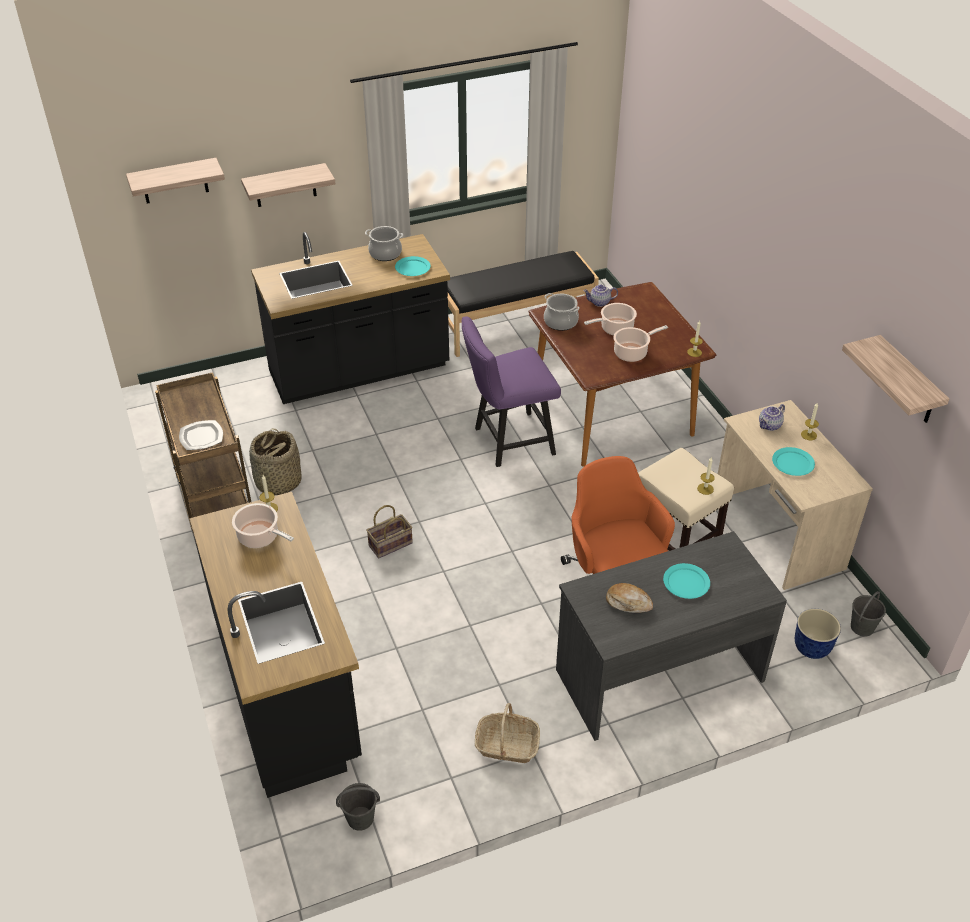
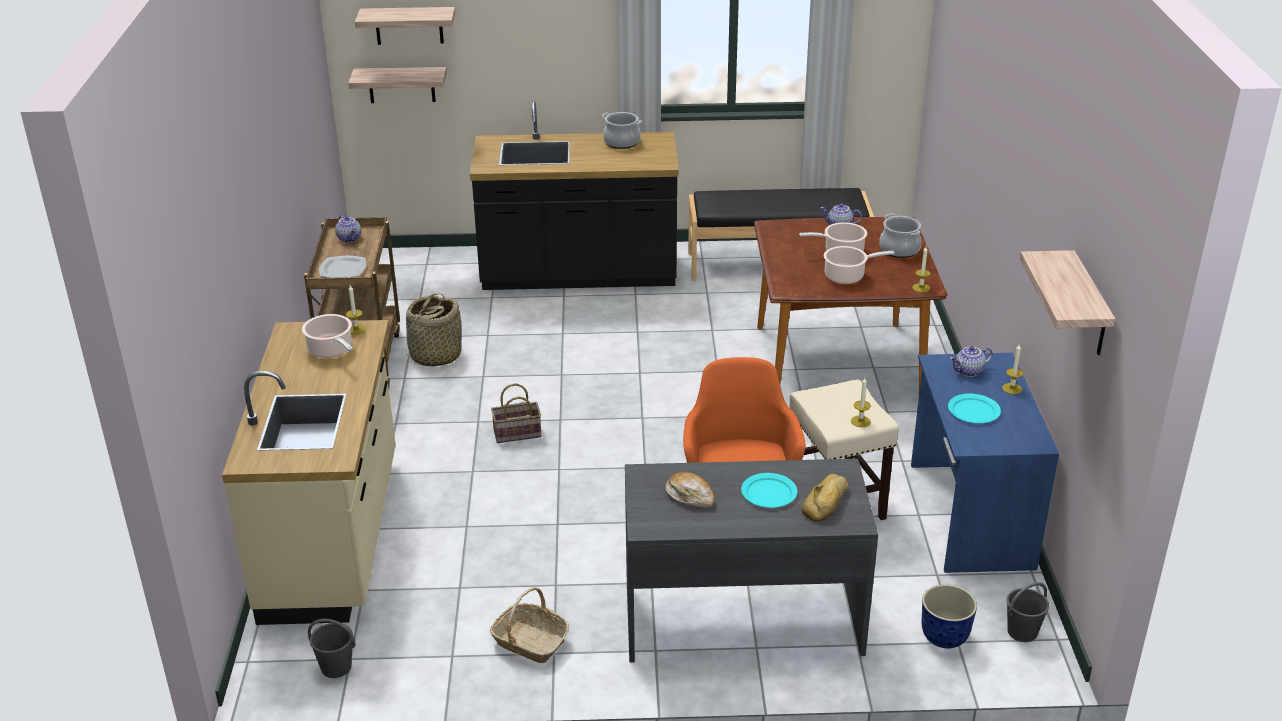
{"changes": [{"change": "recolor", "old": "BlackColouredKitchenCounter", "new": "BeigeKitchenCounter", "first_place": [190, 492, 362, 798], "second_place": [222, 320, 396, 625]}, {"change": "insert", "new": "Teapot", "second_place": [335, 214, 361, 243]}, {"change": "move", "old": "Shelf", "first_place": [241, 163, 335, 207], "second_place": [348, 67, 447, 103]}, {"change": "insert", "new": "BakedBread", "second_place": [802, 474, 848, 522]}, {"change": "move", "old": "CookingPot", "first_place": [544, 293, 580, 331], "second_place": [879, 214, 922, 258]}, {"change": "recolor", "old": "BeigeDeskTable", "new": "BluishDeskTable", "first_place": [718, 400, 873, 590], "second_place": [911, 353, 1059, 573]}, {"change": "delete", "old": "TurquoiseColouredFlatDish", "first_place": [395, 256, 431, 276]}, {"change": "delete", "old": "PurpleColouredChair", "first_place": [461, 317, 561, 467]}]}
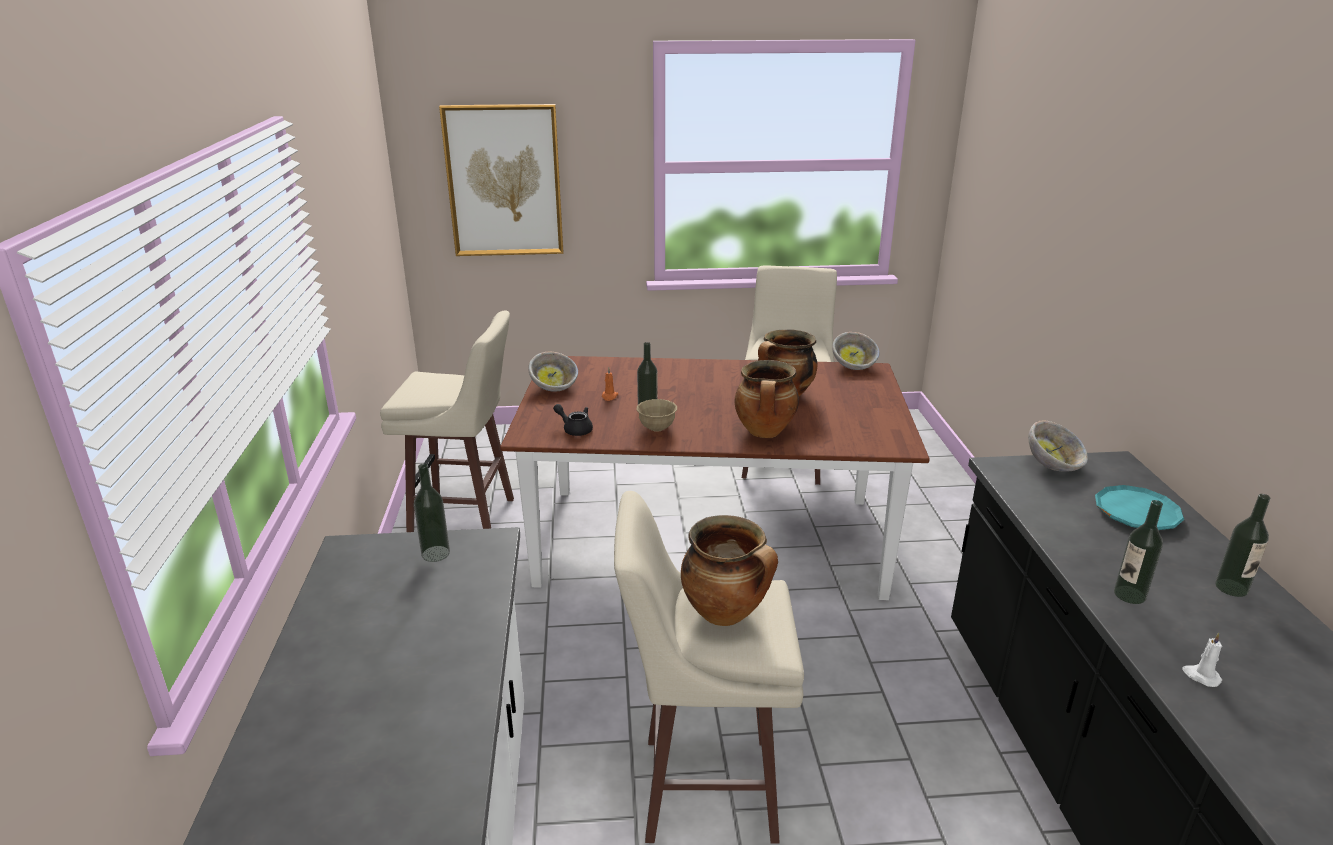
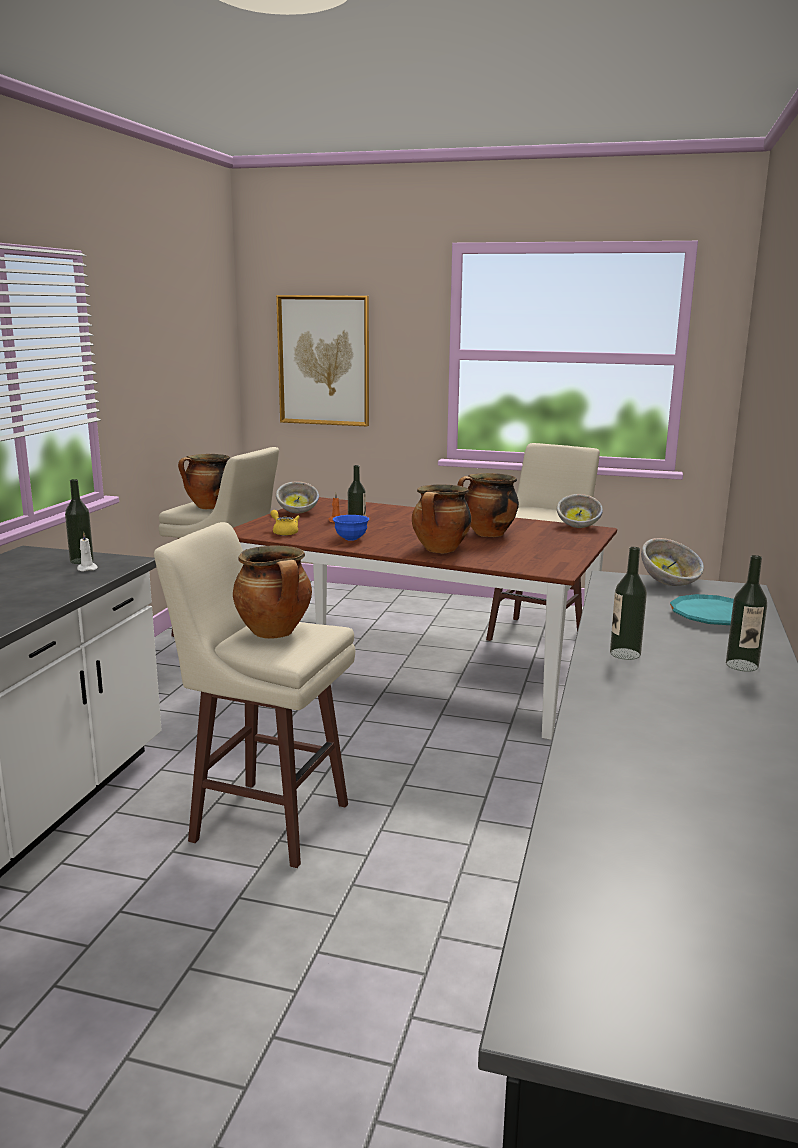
{"changes": [{"change": "move", "old": "WhitishWaxCandle", "first_place": [1182, 633, 1222, 687], "second_place": [77, 532, 98, 571]}, {"change": "insert", "new": "CookingPot", "second_place": [178, 454, 230, 509]}, {"change": "recolor", "old": "BlackColouredTeapot", "new": "YellowTeapot", "first_place": [553, 404, 593, 436], "second_place": [271, 510, 299, 536]}, {"change": "recolor", "old": "BeigeServingBowl", "new": "BluishServingBowl", "first_place": [636, 399, 677, 432], "second_place": [333, 515, 369, 541]}]}
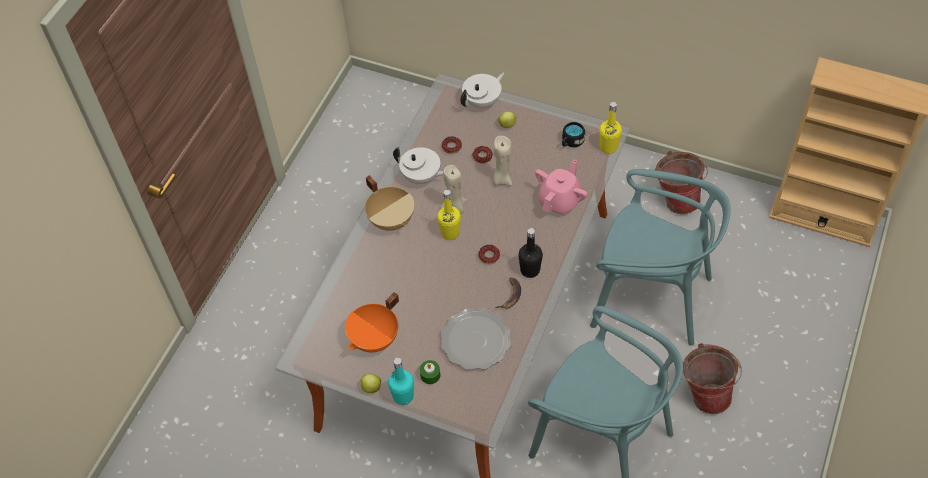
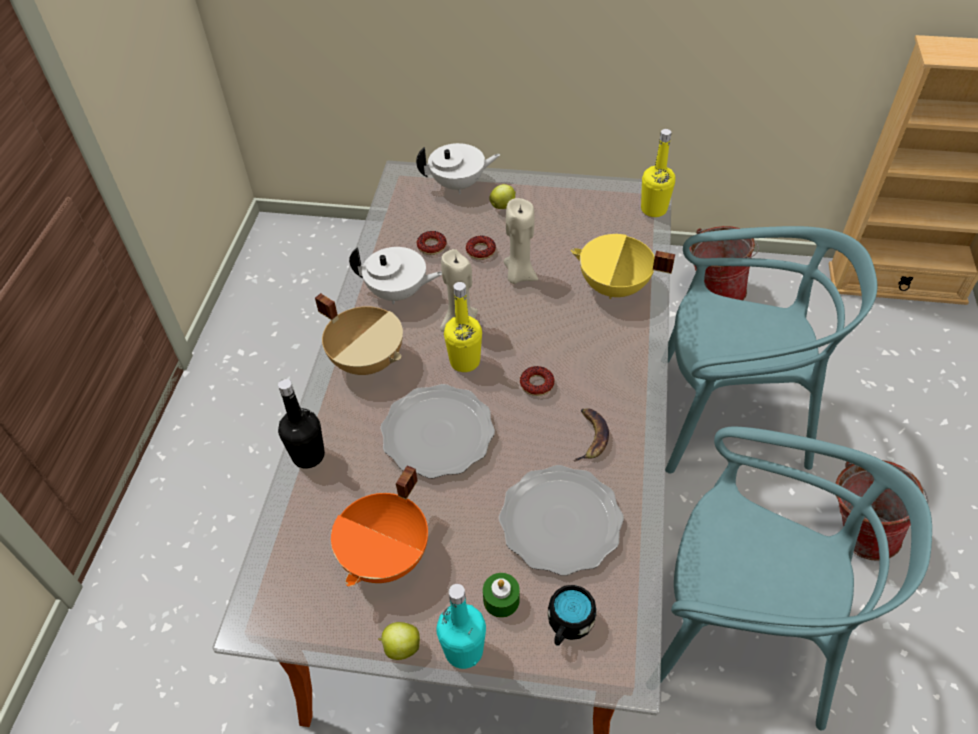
{"changes": [{"change": "move", "old": "BlackColouredBottle", "first_place": [518, 228, 543, 278], "second_place": [278, 379, 325, 469]}, {"change": "insert", "new": "FlatDish", "second_place": [380, 384, 495, 478]}, {"change": "rotate", "old": "WhitishTeapot", "first_place": [460, 72, 505, 108], "second_place": [416, 143, 500, 194], "degrees": 45}, {"change": "move", "old": "BlackColouredMug", "first_place": [562, 122, 585, 147], "second_place": [547, 585, 597, 646]}, {"change": "replace", "old": "PinkishTeapot", "new": "YellowCookingPot", "first_place": [535, 160, 588, 215], "second_place": [571, 234, 675, 299]}]}
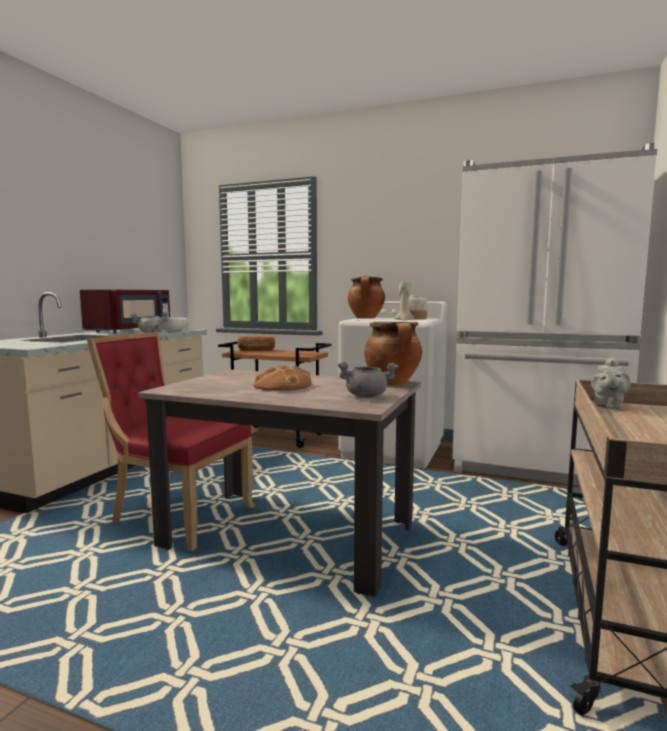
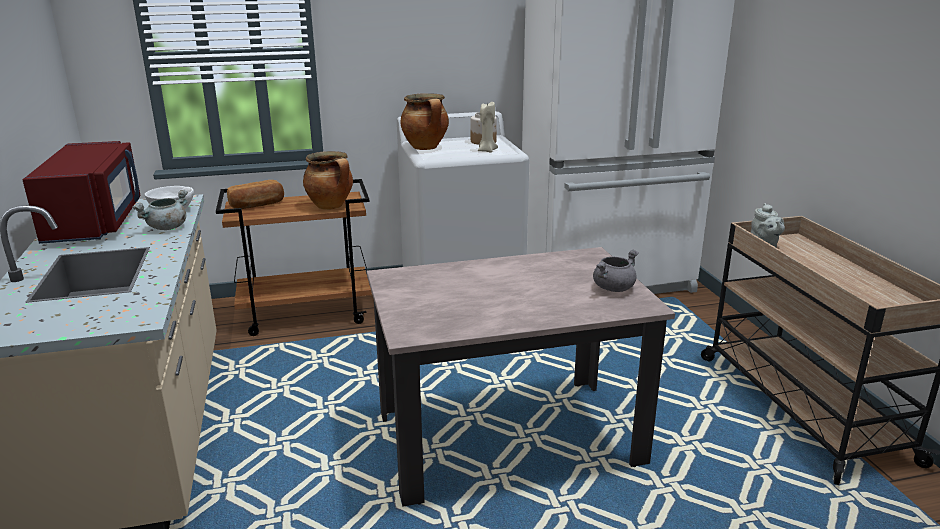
{"changes": [{"change": "move", "old": "CookingPot", "first_place": [364, 322, 422, 385], "second_place": [303, 151, 353, 210]}, {"change": "delete", "old": "ReddishChair", "first_place": [87, 332, 255, 551]}, {"change": "delete", "old": "BakedBread", "first_place": [253, 365, 312, 391]}]}
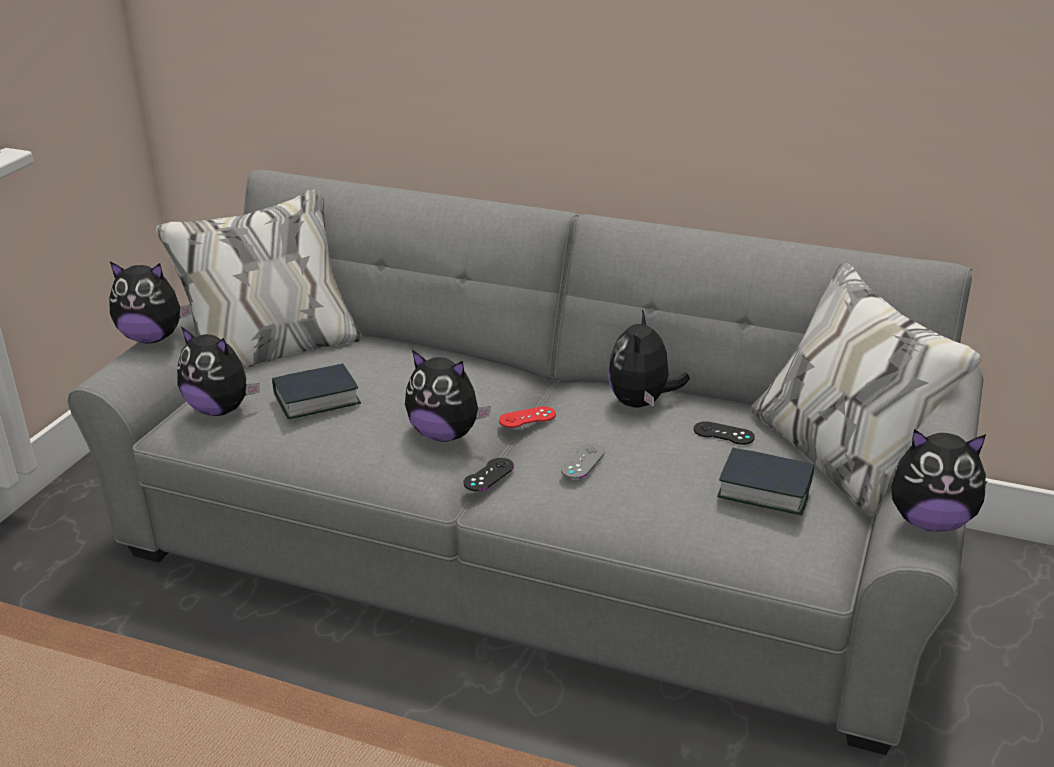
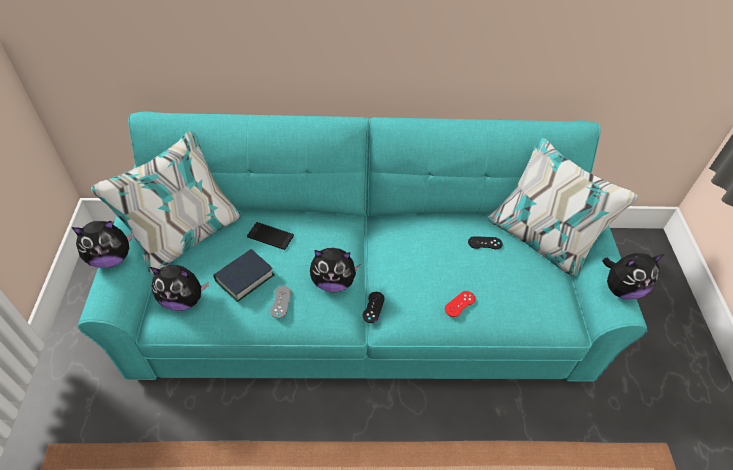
{"changes": [{"change": "recolor", "old": "GreySettee", "new": "TurquoiseColouredSettee", "first_place": [68, 170, 984, 755], "second_place": [78, 112, 647, 381]}, {"change": "insert", "new": "Telephone", "second_place": [247, 222, 294, 250]}, {"change": "move", "old": "GreyGamepad", "first_place": [561, 443, 605, 479], "second_place": [270, 286, 291, 318]}, {"change": "move", "old": "ReddishGamepad", "first_place": [499, 406, 556, 428], "second_place": [445, 291, 475, 317]}, {"change": "delete", "old": "CuddlyToy", "first_place": [608, 309, 690, 408]}, {"change": "delete", "old": "Book", "first_place": [717, 448, 814, 515]}]}
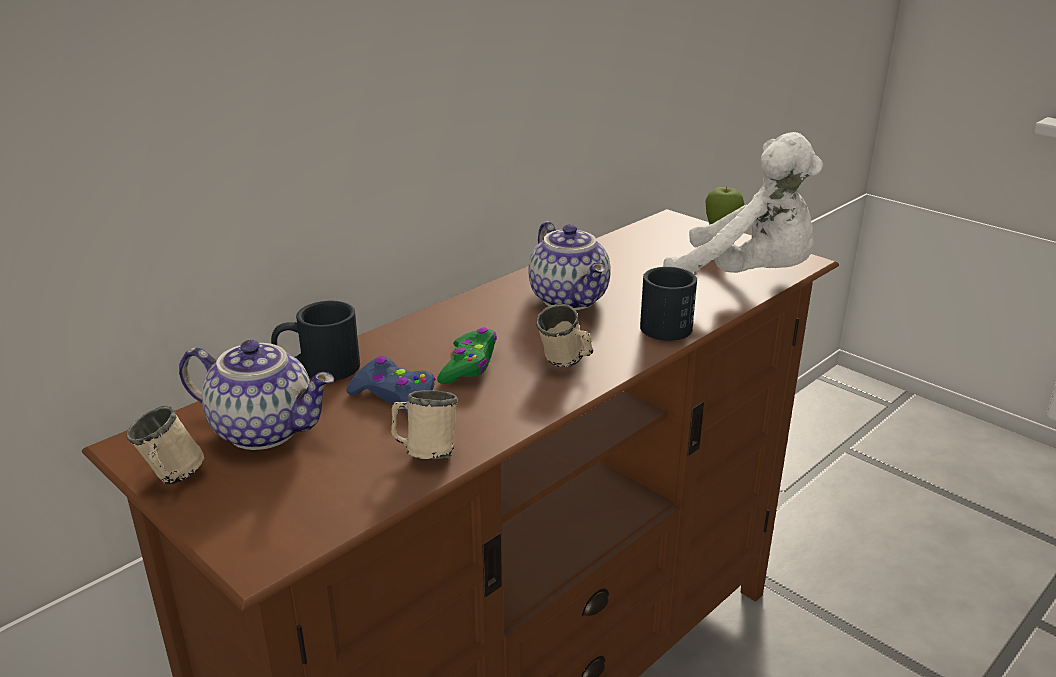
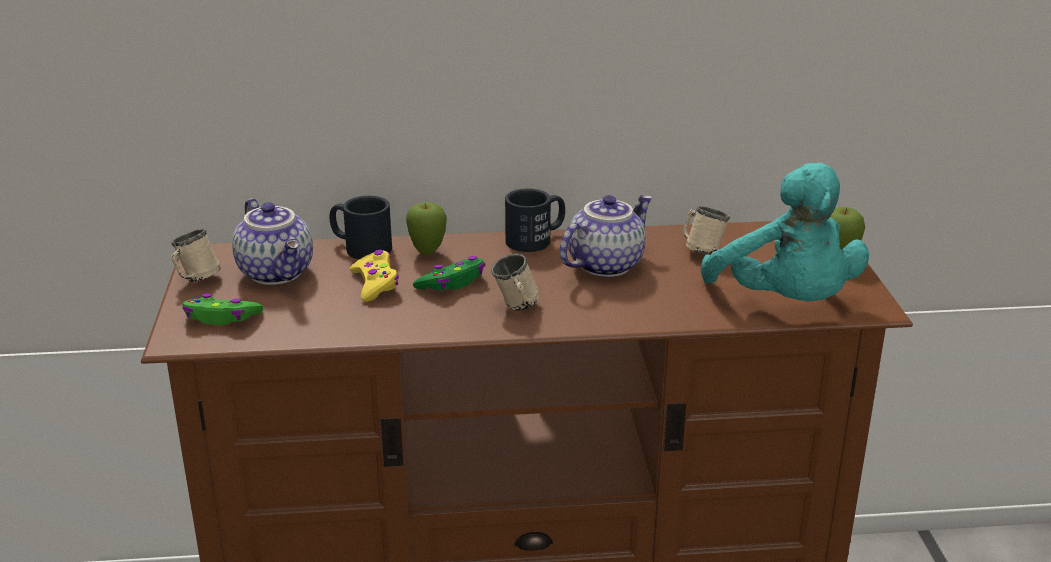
{"changes": [{"change": "insert", "new": "GreenishGamepad", "second_place": [182, 293, 263, 325]}, {"change": "recolor", "old": "BluishGamepad", "new": "YellowGamepad", "first_place": [346, 356, 436, 415], "second_place": [350, 250, 399, 302]}, {"change": "insert", "new": "AppleFruit", "second_place": [406, 202, 447, 255]}, {"change": "move", "old": "BlackColouredMug", "first_place": [640, 267, 697, 341], "second_place": [505, 188, 565, 252]}, {"change": "rotate", "old": "Teapot", "first_place": [529, 221, 611, 310], "second_place": [560, 195, 653, 277], "degrees": -150}, {"change": "move", "old": "BeigeMug", "first_place": [391, 390, 458, 459], "second_place": [683, 206, 730, 255]}, {"change": "recolor", "old": "WhitishCuddlyToy", "new": "TurquoiseColouredCuddlyToy", "first_place": [663, 132, 823, 273], "second_place": [701, 163, 869, 302]}]}
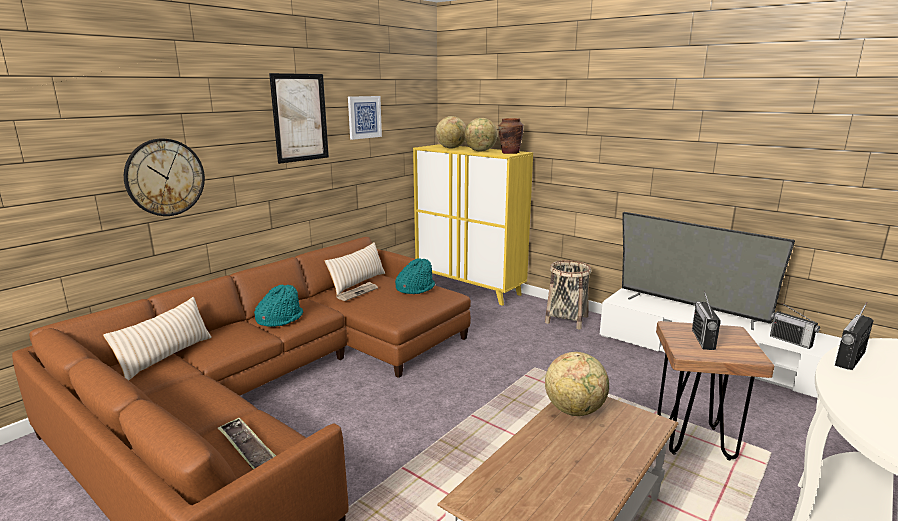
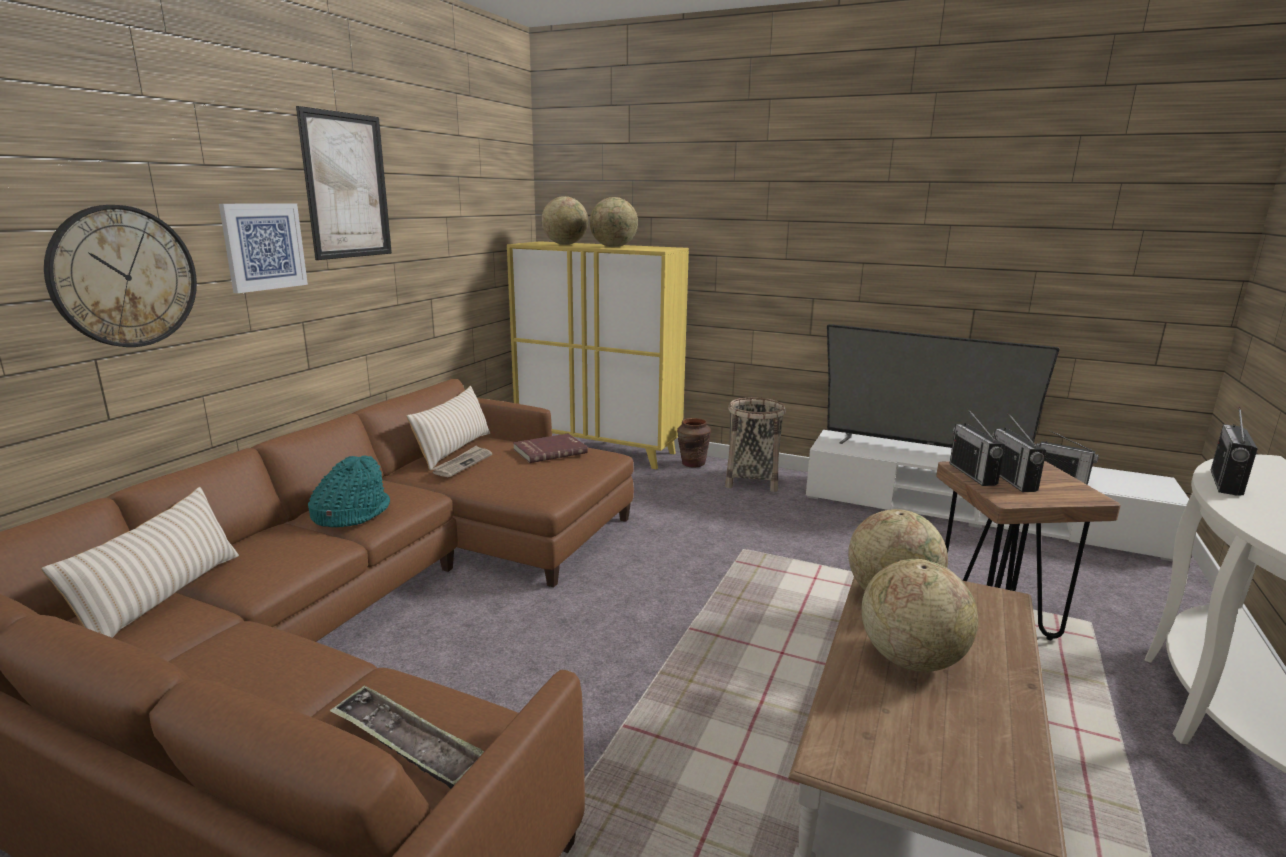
{"changes": [{"change": "move", "old": "Picture", "first_place": [348, 96, 382, 140], "second_place": [219, 203, 308, 293]}, {"change": "replace", "old": "TurquoiseColouredHat", "new": "ReddishBook", "first_place": [395, 258, 435, 294], "second_place": [513, 433, 588, 463]}, {"change": "move", "old": "BrownVase", "first_place": [499, 118, 524, 154], "second_place": [677, 418, 711, 467]}, {"change": "insert", "new": "DeskGlobe", "second_place": [861, 559, 978, 672]}, {"change": "insert", "new": "Radio", "second_place": [949, 408, 1005, 486]}]}
